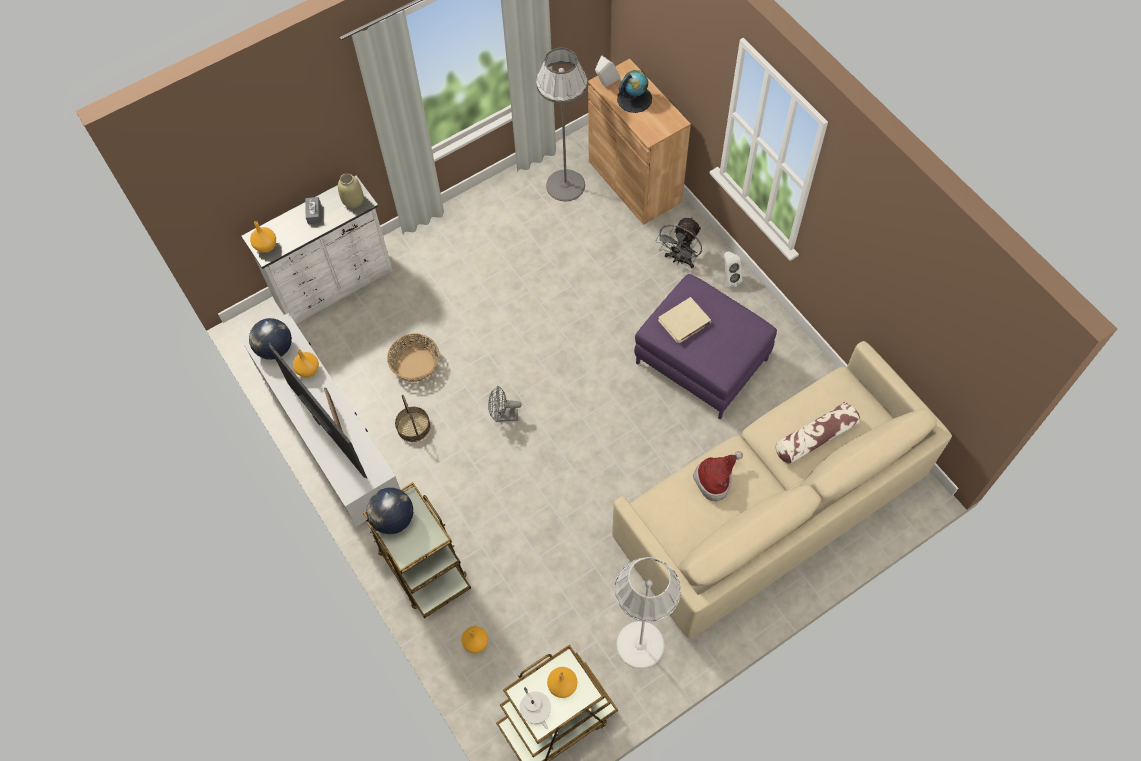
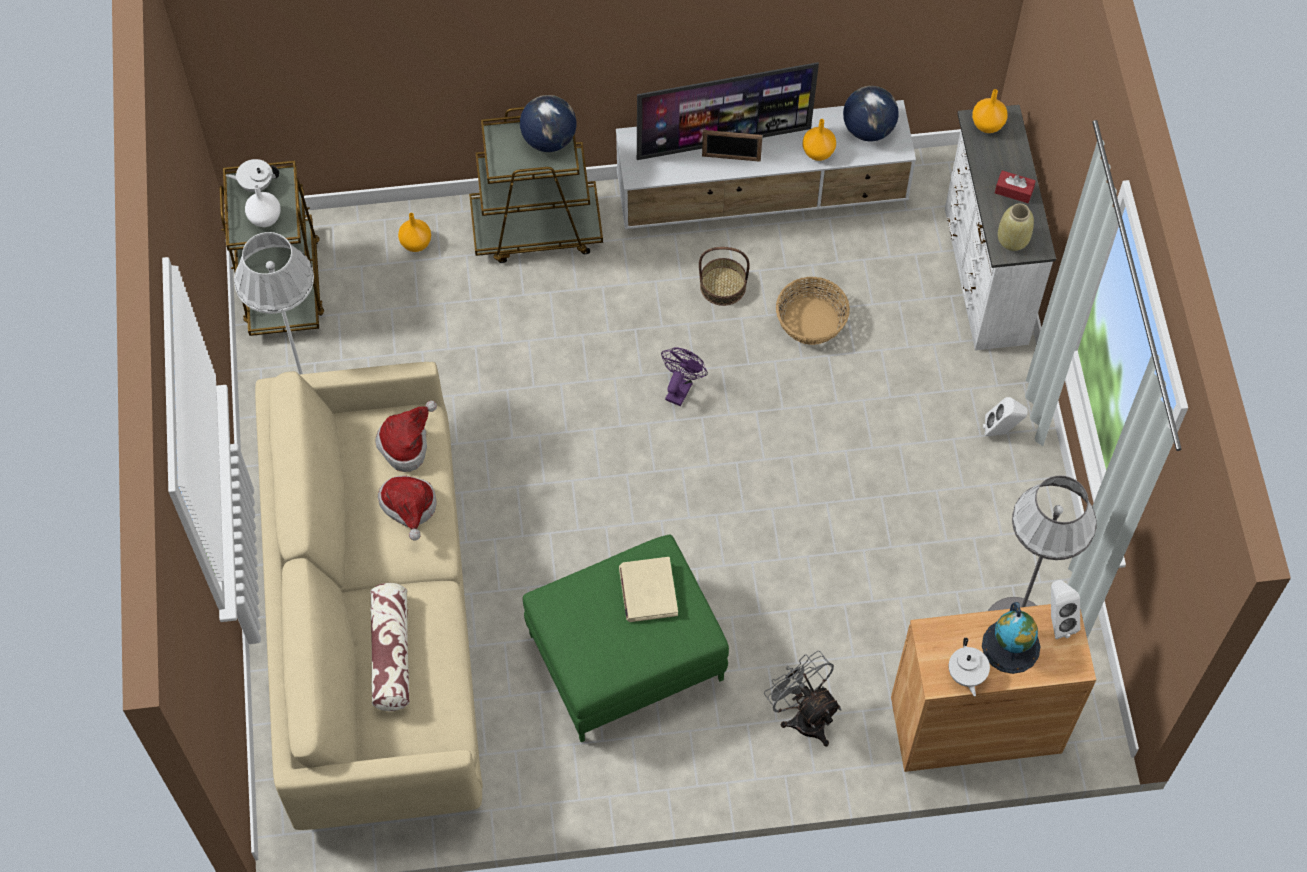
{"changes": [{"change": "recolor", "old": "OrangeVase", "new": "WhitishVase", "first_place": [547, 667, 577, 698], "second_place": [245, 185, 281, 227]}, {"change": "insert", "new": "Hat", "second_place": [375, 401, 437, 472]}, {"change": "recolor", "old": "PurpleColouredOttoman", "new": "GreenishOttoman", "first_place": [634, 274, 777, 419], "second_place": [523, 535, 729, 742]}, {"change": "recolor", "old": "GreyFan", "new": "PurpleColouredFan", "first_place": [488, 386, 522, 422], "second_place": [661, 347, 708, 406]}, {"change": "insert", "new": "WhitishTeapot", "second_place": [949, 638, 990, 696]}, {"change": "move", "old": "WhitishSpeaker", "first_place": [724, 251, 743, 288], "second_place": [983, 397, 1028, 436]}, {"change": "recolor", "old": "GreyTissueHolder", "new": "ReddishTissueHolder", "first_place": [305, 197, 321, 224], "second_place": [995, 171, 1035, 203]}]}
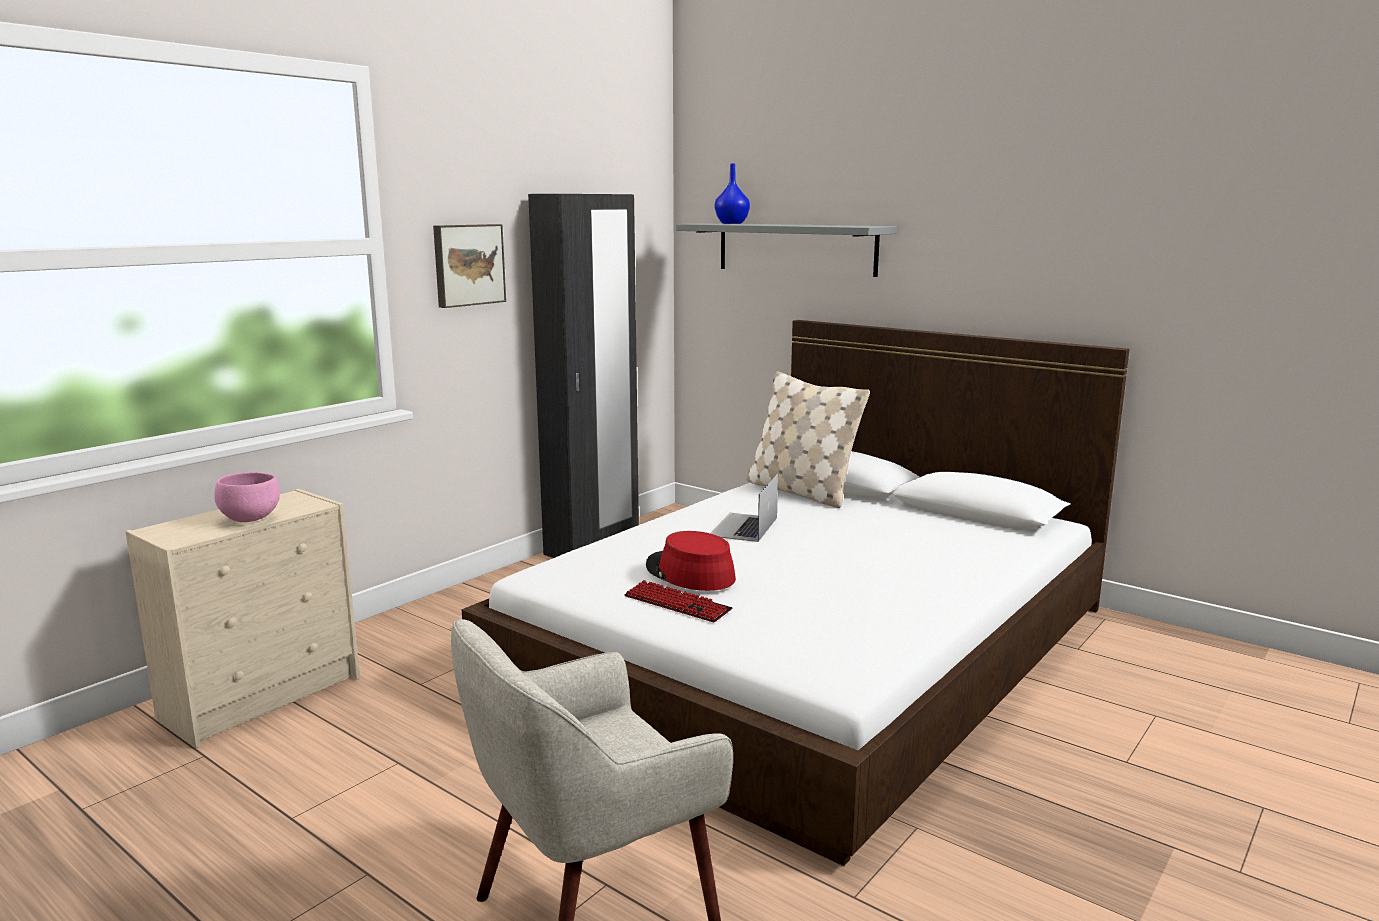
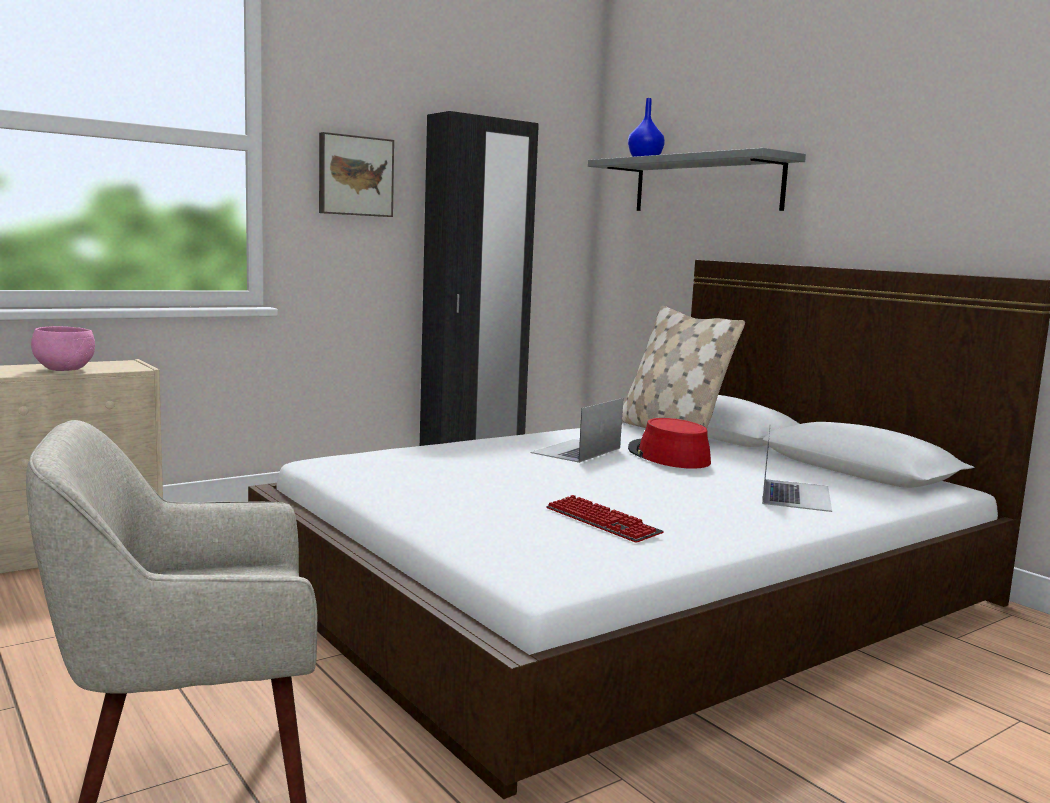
{"changes": [{"change": "move", "old": "ComputerKeyboard", "first_place": [624, 580, 732, 623], "second_place": [546, 495, 664, 543]}, {"change": "move", "old": "ReddishHat", "first_place": [646, 531, 736, 591], "second_place": [628, 418, 711, 469]}, {"change": "insert", "new": "Laptop", "second_place": [762, 424, 832, 512]}]}
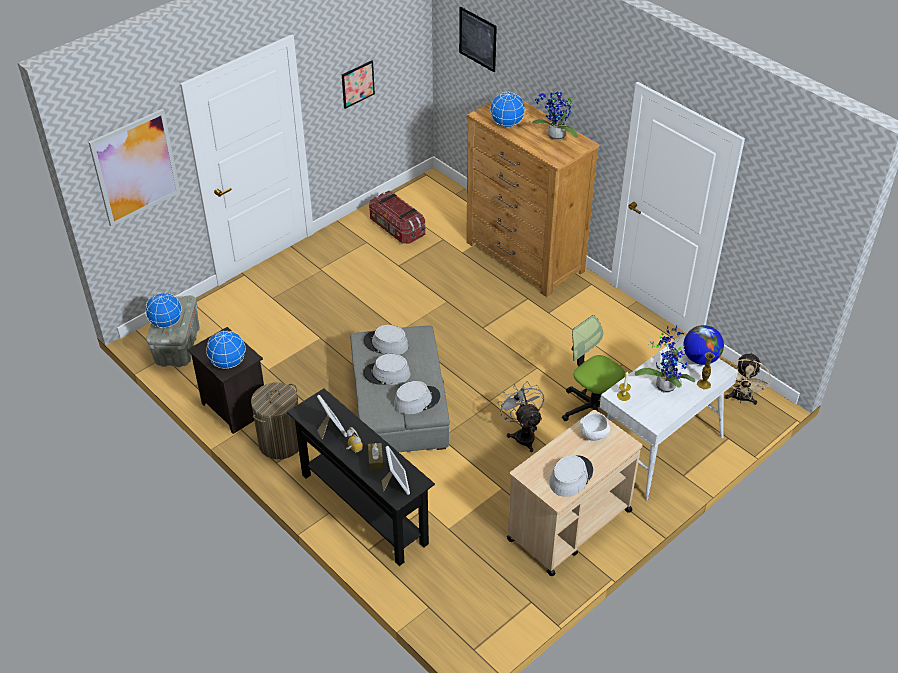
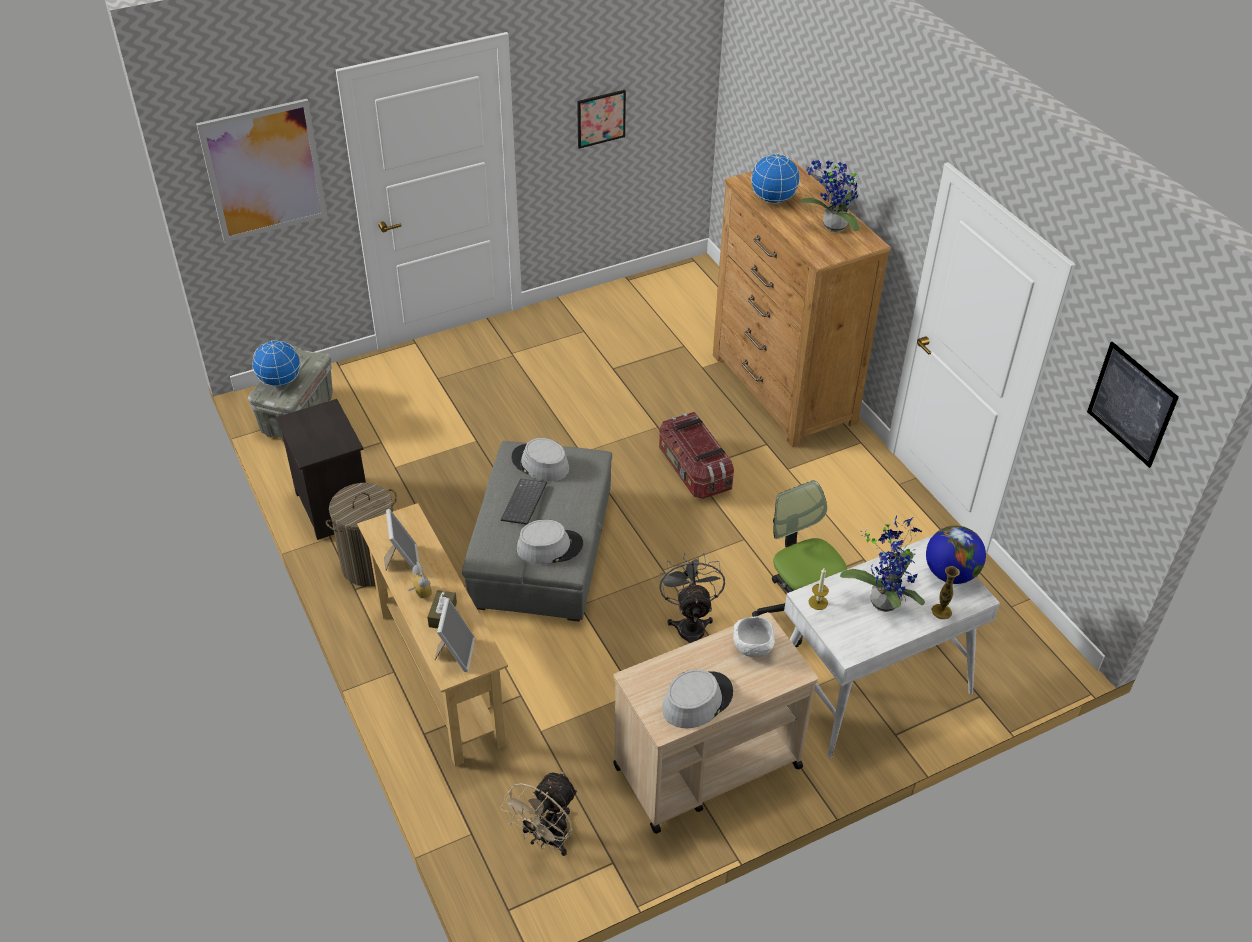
{"changes": [{"change": "recolor", "old": "BlackColouredHallTable", "new": "BeigeHallTable", "first_place": [287, 388, 435, 566], "second_place": [357, 503, 508, 766]}, {"change": "move", "old": "BeigeFan", "first_place": [725, 352, 771, 405], "second_place": [500, 772, 578, 856]}, {"change": "replace", "old": "GreyHat", "new": "ComputerKeyboard", "first_place": [363, 354, 411, 385], "second_place": [501, 479, 547, 525]}, {"change": "move", "old": "StorageContainer", "first_place": [369, 190, 426, 244], "second_place": [659, 412, 734, 499]}, {"change": "move", "old": "Picture", "first_place": [459, 7, 497, 72], "second_place": [1087, 342, 1179, 468]}, {"change": "delete", "old": "DeskGlobe", "first_place": [206, 330, 246, 369]}]}
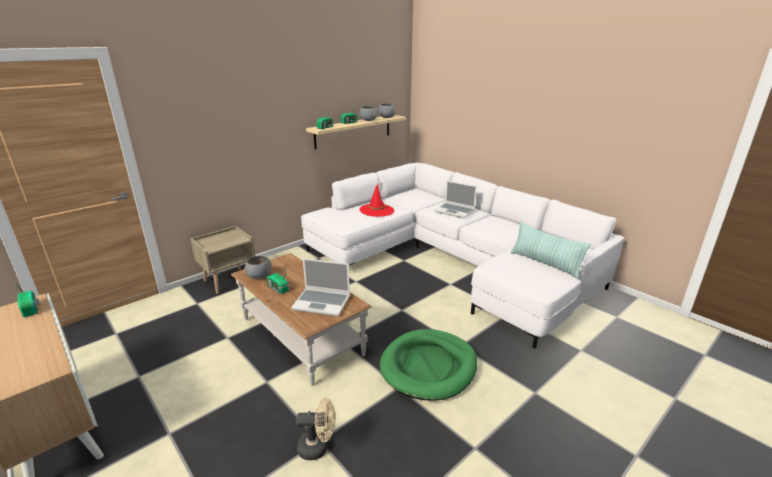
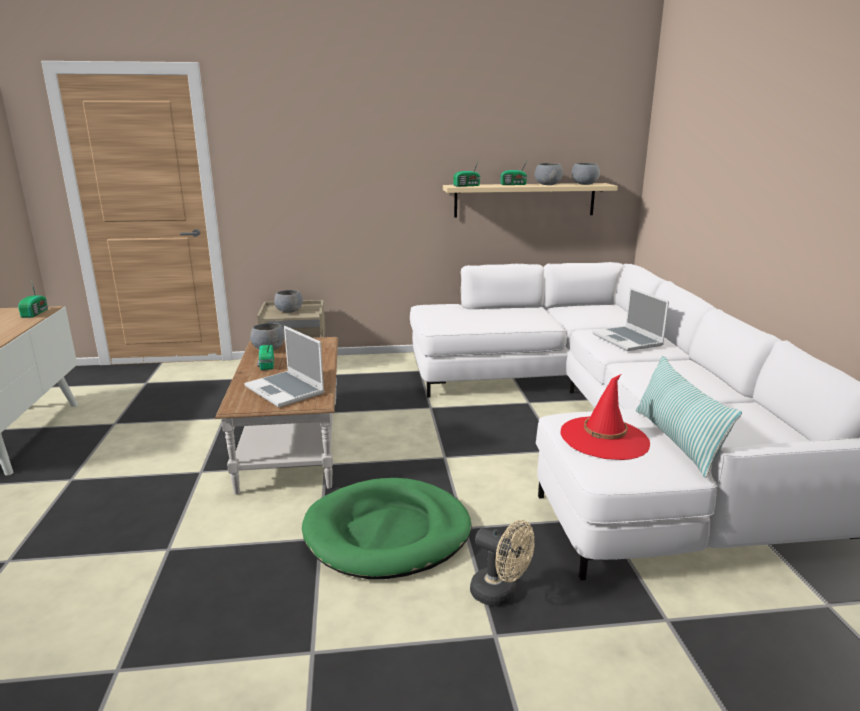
{"changes": [{"change": "insert", "new": "GreyServingBowl", "second_place": [274, 290, 303, 313]}, {"change": "move", "old": "BeigeFan", "first_place": [296, 397, 336, 460], "second_place": [470, 520, 534, 606]}, {"change": "move", "old": "ReddishHat", "first_place": [359, 184, 394, 217], "second_place": [560, 374, 650, 460]}]}
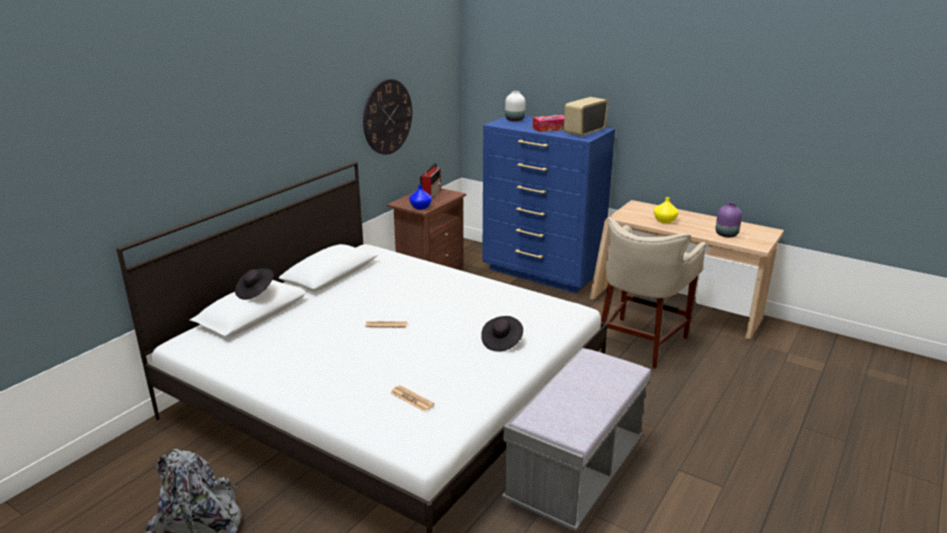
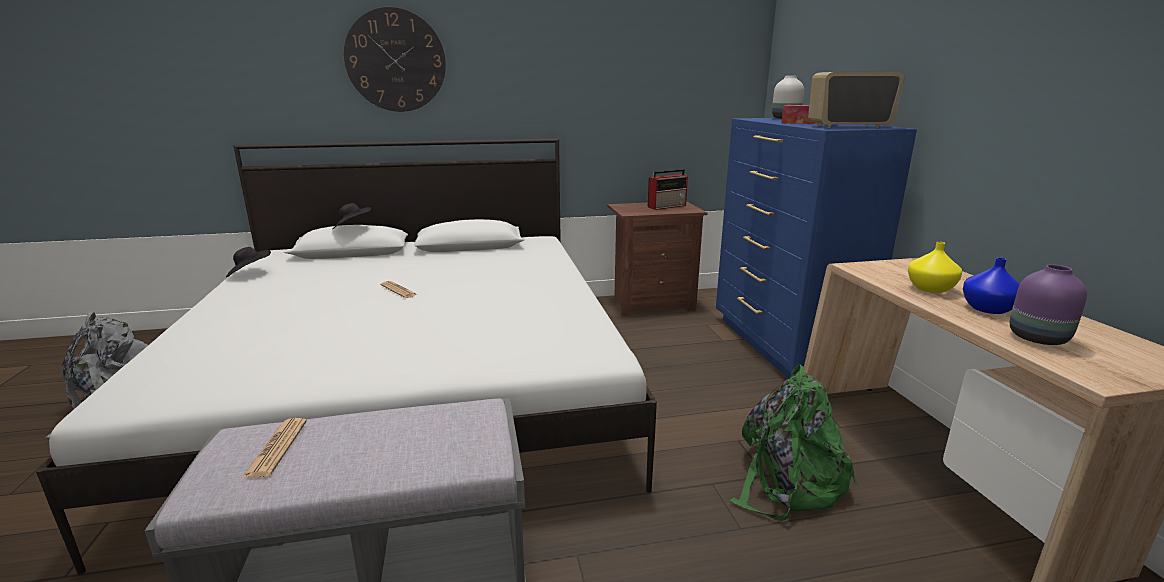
{"changes": [{"change": "move", "old": "BlackColouredHat", "first_place": [481, 316, 523, 352], "second_place": [226, 247, 271, 278]}, {"change": "move", "old": "Newspaper", "first_place": [391, 385, 434, 412], "second_place": [242, 418, 307, 478]}, {"change": "move", "old": "WallClock", "first_place": [363, 79, 412, 155], "second_place": [344, 7, 446, 112]}, {"change": "replace", "old": "BeigeStool", "new": "GreenishKnapsack", "first_place": [601, 217, 707, 369], "second_place": [730, 364, 858, 521]}, {"change": "move", "old": "BluishVase", "first_place": [409, 185, 432, 210], "second_place": [963, 258, 1020, 314]}]}
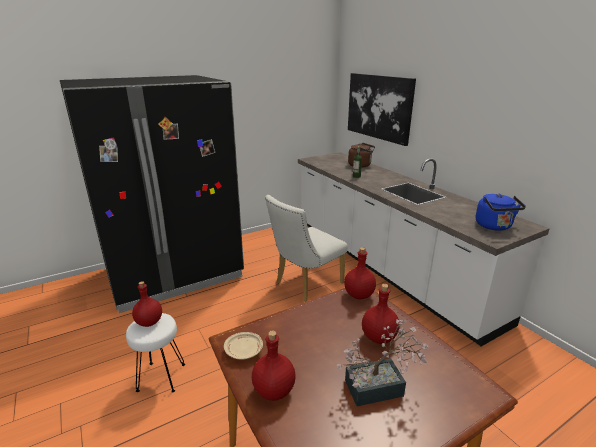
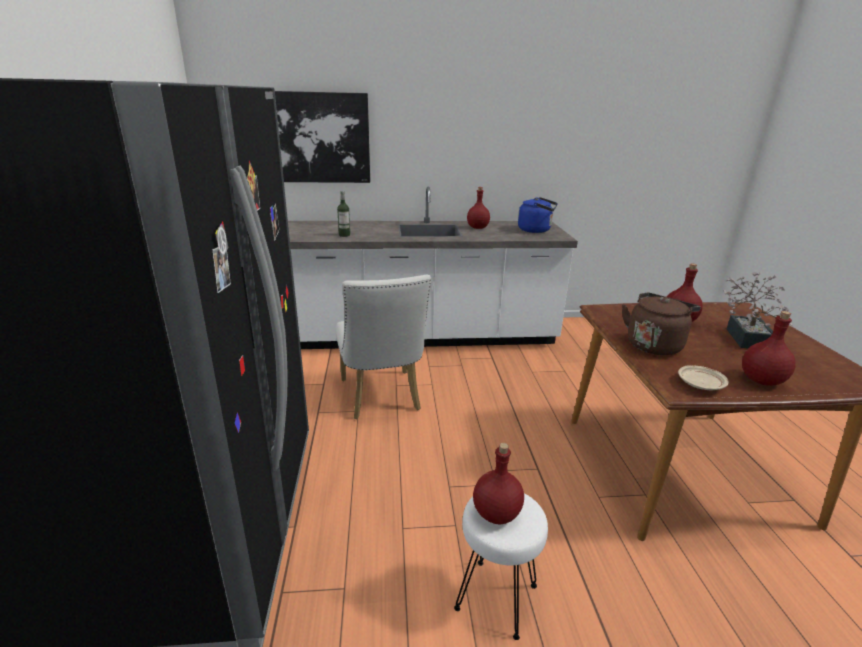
{"changes": [{"change": "move", "old": "ReddishBottle", "first_place": [344, 247, 376, 299], "second_place": [467, 187, 490, 229]}, {"change": "move", "old": "BrownTeaKettle", "first_place": [348, 143, 375, 168], "second_place": [622, 293, 701, 355]}]}
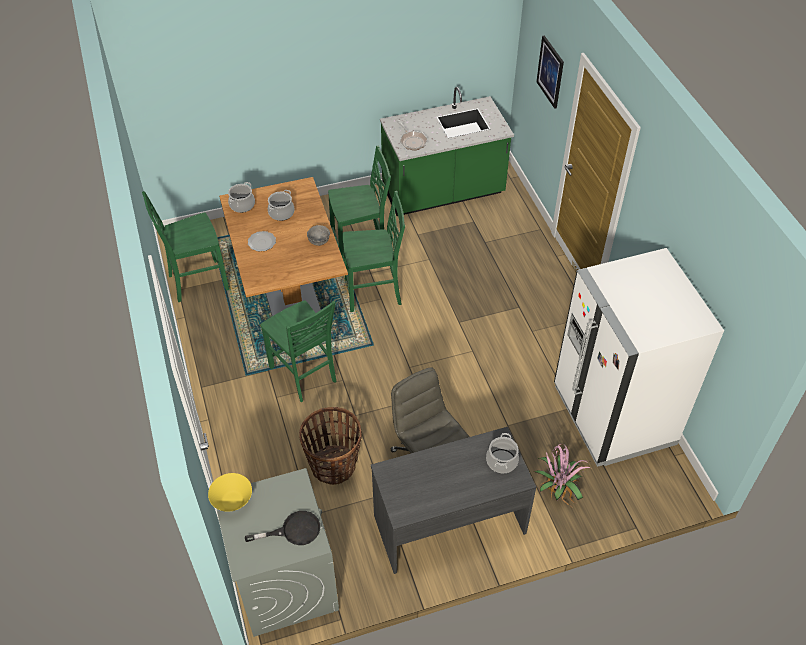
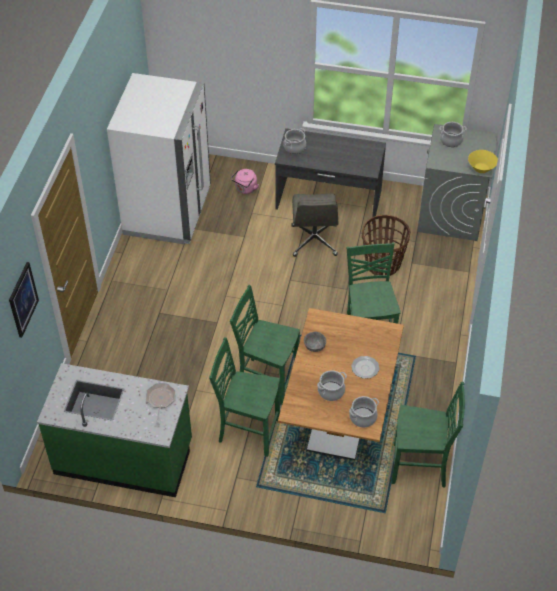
{"changes": [{"change": "replace", "old": "Houseplant", "new": "PinkishTeaKettle", "first_place": [533, 444, 593, 506], "second_place": [231, 169, 259, 194]}, {"change": "replace", "old": "BlackColouredSkillet", "new": "CookingPot", "first_place": [245, 511, 320, 545], "second_place": [439, 122, 467, 147]}]}
